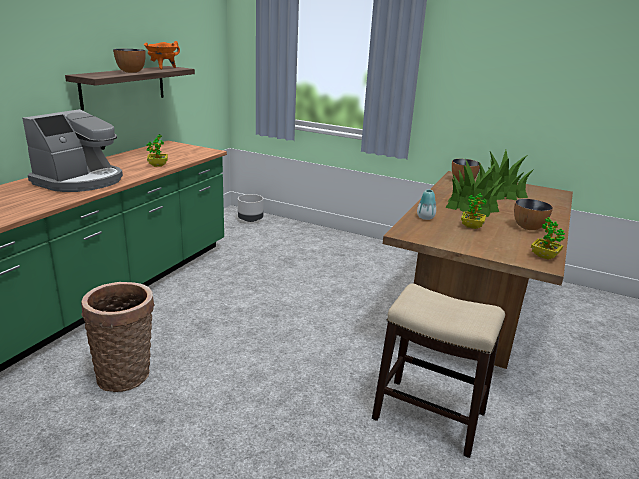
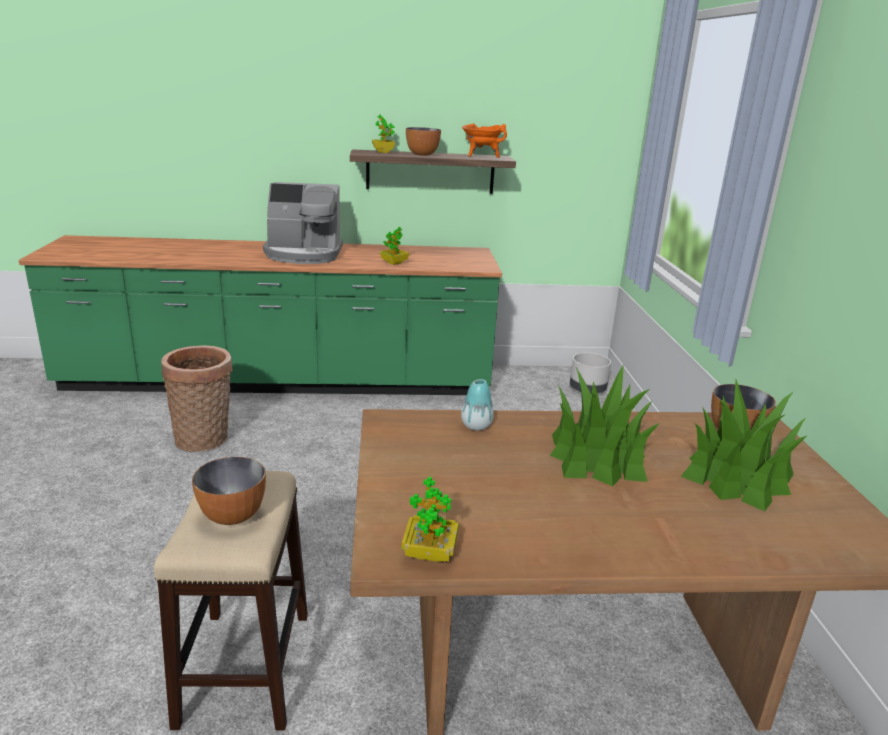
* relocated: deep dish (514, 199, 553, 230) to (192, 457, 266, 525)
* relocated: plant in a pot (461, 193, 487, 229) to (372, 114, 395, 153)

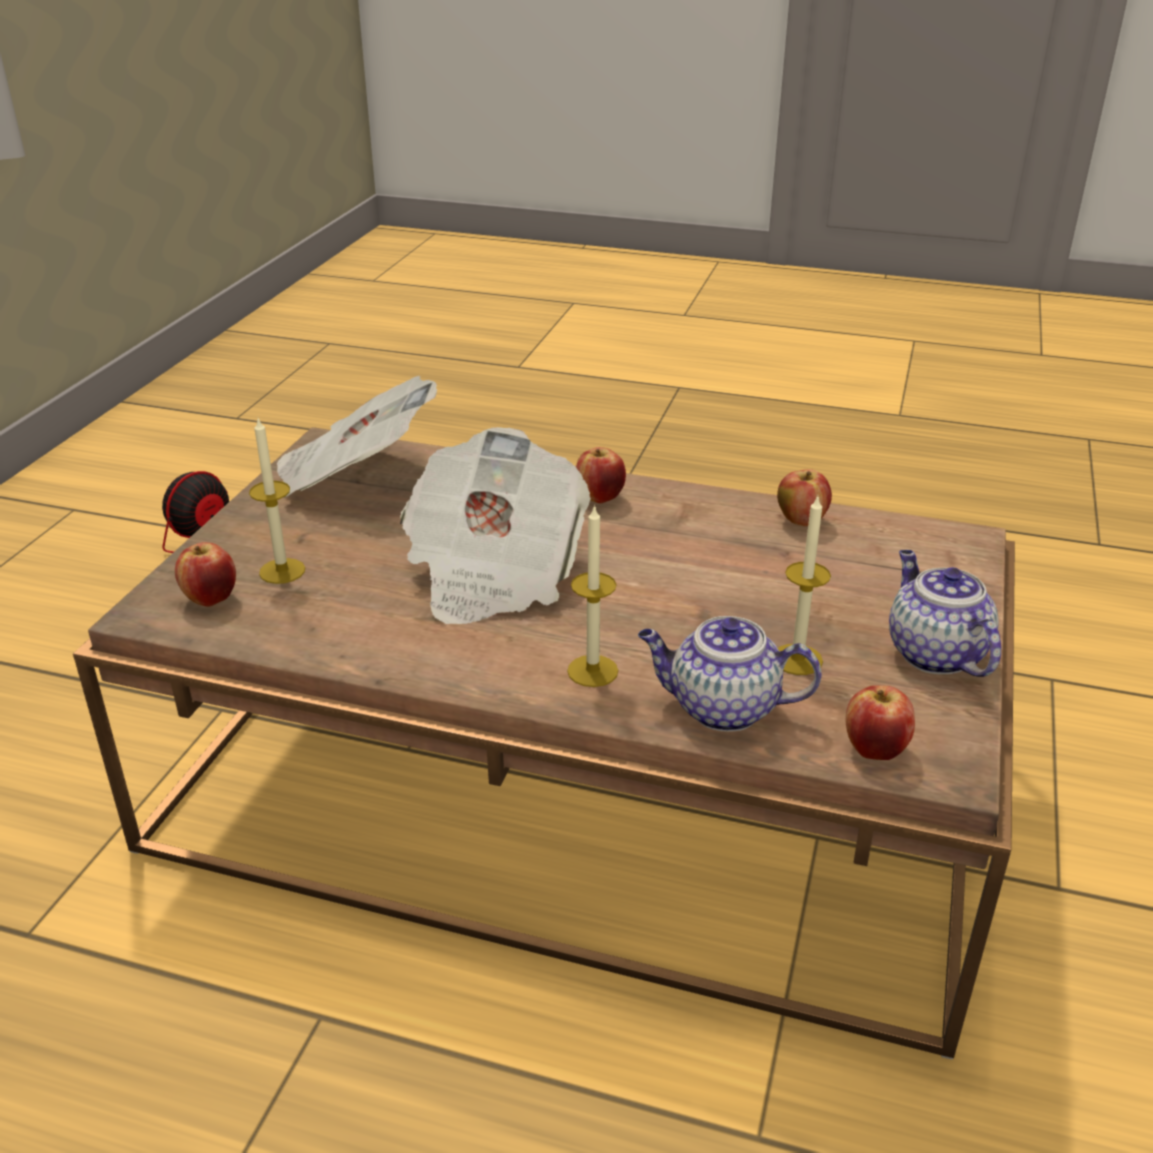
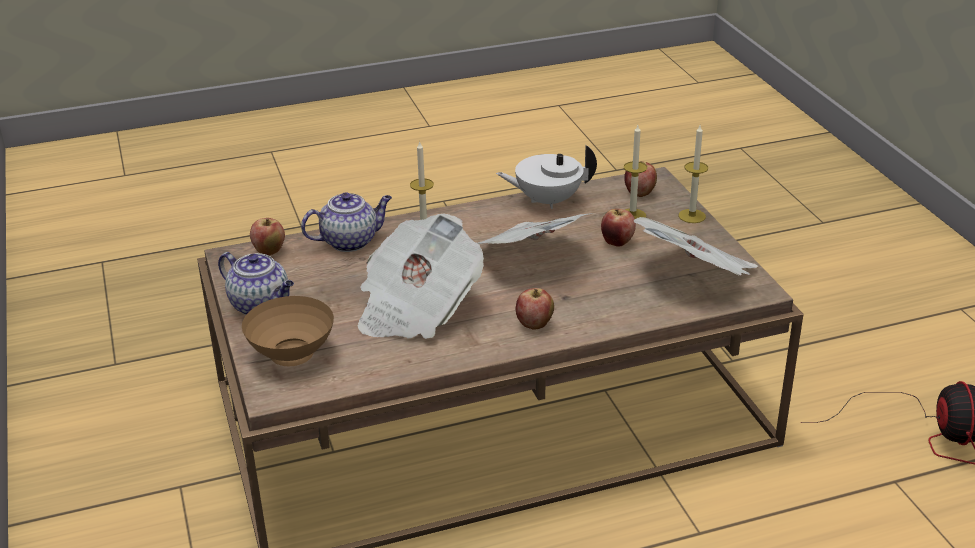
* appeared: brown-coloured deep dish (242, 296, 334, 366)
* appeared: newspaper (358, 213, 484, 339)
* appeared: white-coloured tea pot (496, 145, 597, 209)
* relocated: apple fruit (777, 469, 832, 526) to (601, 209, 636, 247)
* relocated: candle (778, 494, 831, 675) to (679, 125, 708, 223)

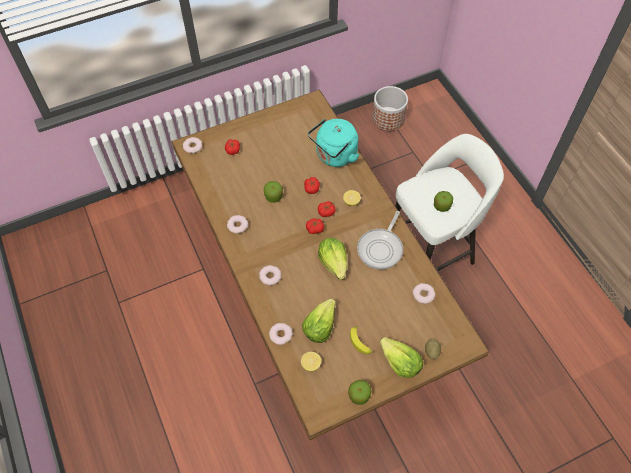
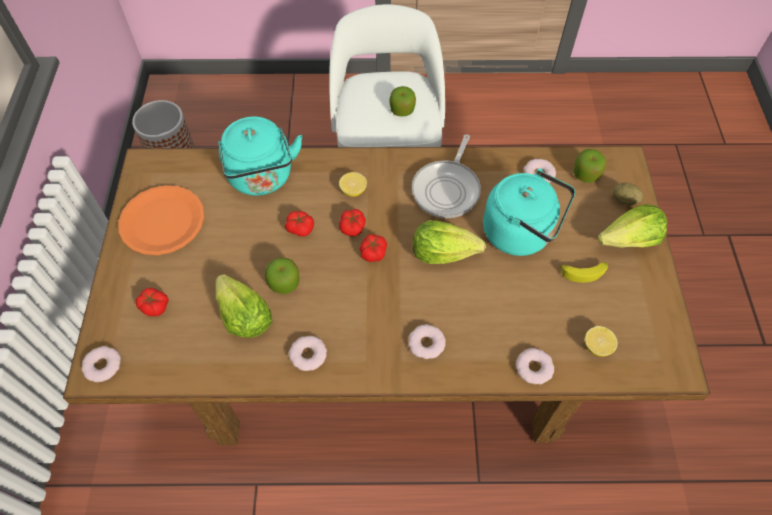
* appeared: orange flat dish (118, 185, 204, 255)
* relocated: lettuce head (302, 298, 336, 343) to (215, 274, 272, 338)
* spun: pan (357, 211, 403, 270) = (412, 134, 481, 218) 60 degrees clockwise
* appeared: blue-green water kettle (483, 168, 575, 256)
* relocated: apple fruit (348, 380, 371, 405) to (574, 149, 606, 183)

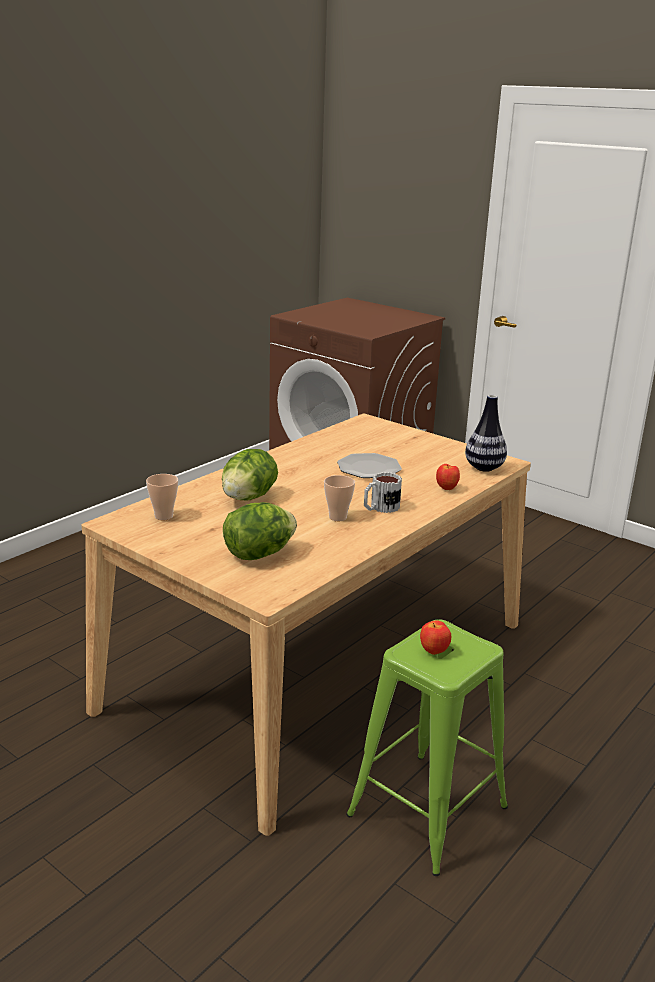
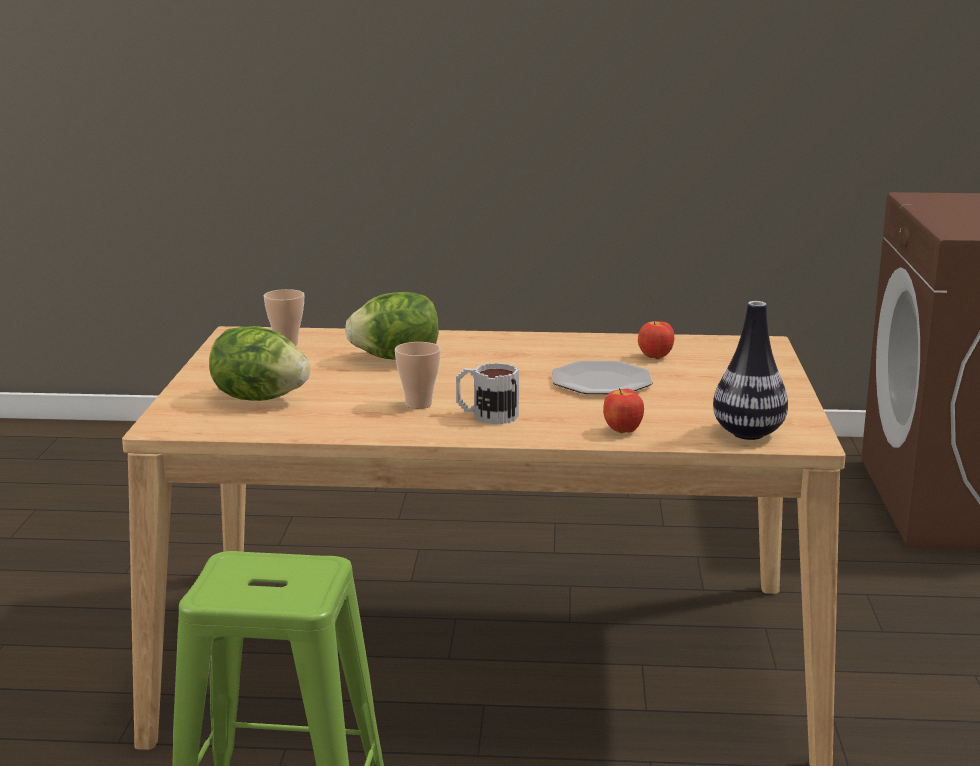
* relocated: apple fruit (420, 620, 451, 655) to (638, 319, 674, 359)

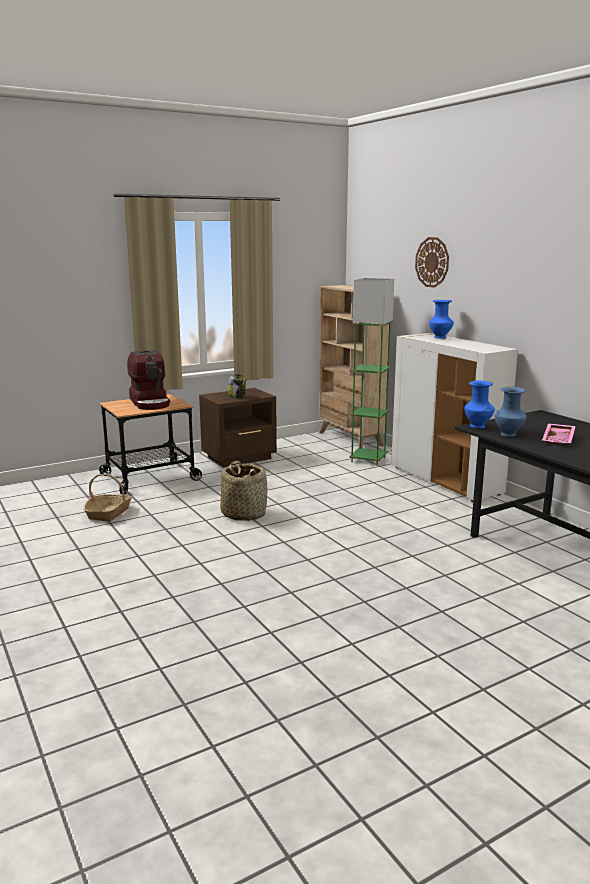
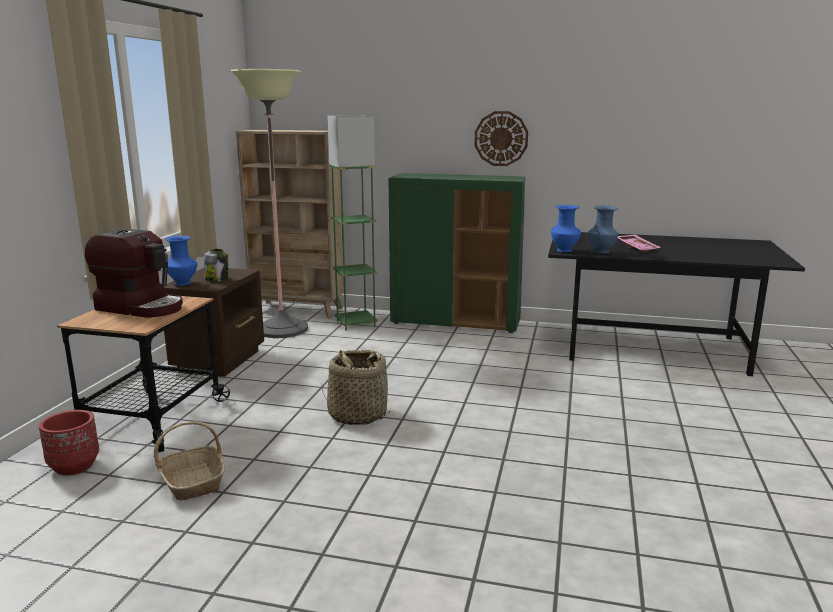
* appeared: red-coloured flower pot (39, 410, 99, 476)
* relocated: blue vase (429, 300, 454, 339) to (165, 235, 197, 286)
* appeared: floor lamp (231, 69, 308, 338)
* colour: white-coloured cupboard (391, 333, 518, 502) to green cupboard (389, 173, 525, 333)
* relocated: wall clock (415, 237, 449, 288) to (475, 111, 528, 166)

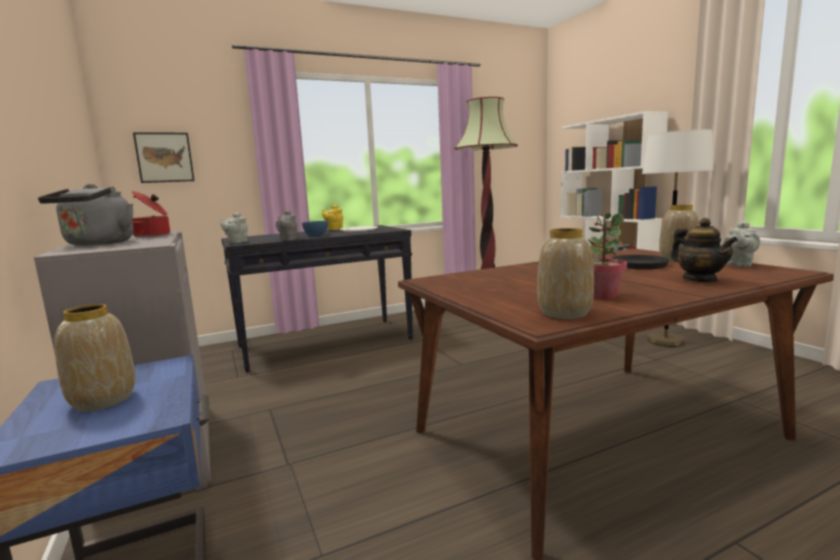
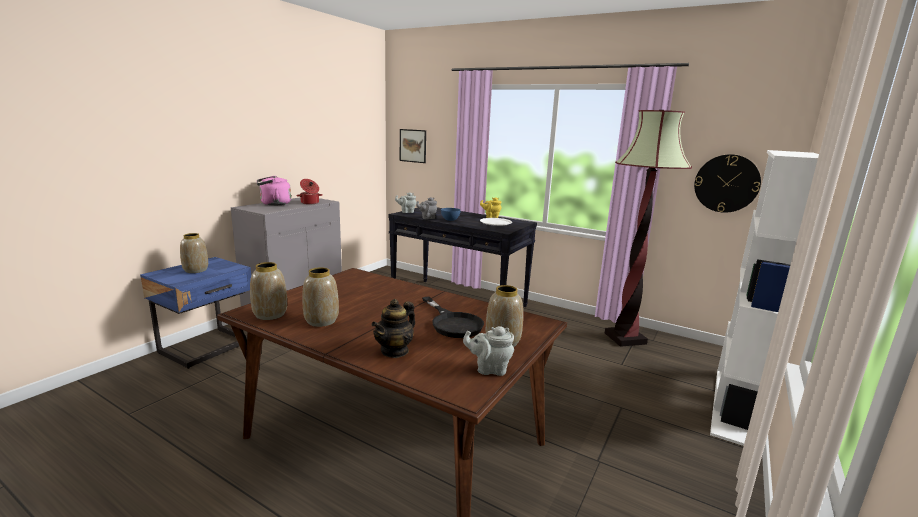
* colour: grey water kettle (38, 184, 133, 246) to pinkish water kettle (257, 176, 291, 205)
* exchanged: plant in a pot (588, 213, 627, 299) to vase (302, 267, 339, 327)
* appeared: wall clock (694, 154, 761, 213)
* missing: white-coloured floor lamp (642, 129, 714, 347)

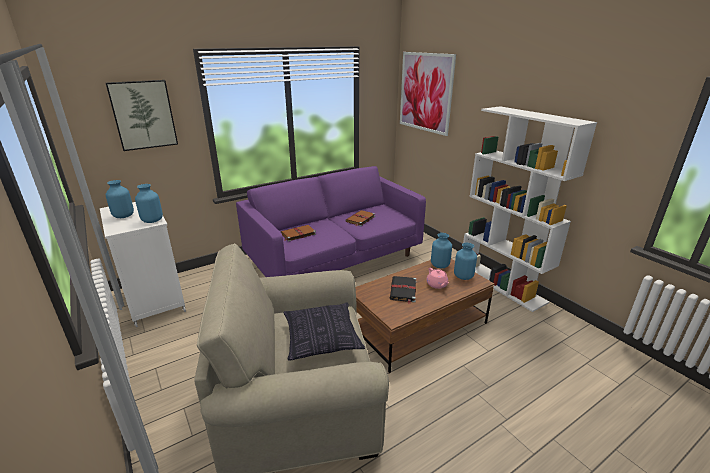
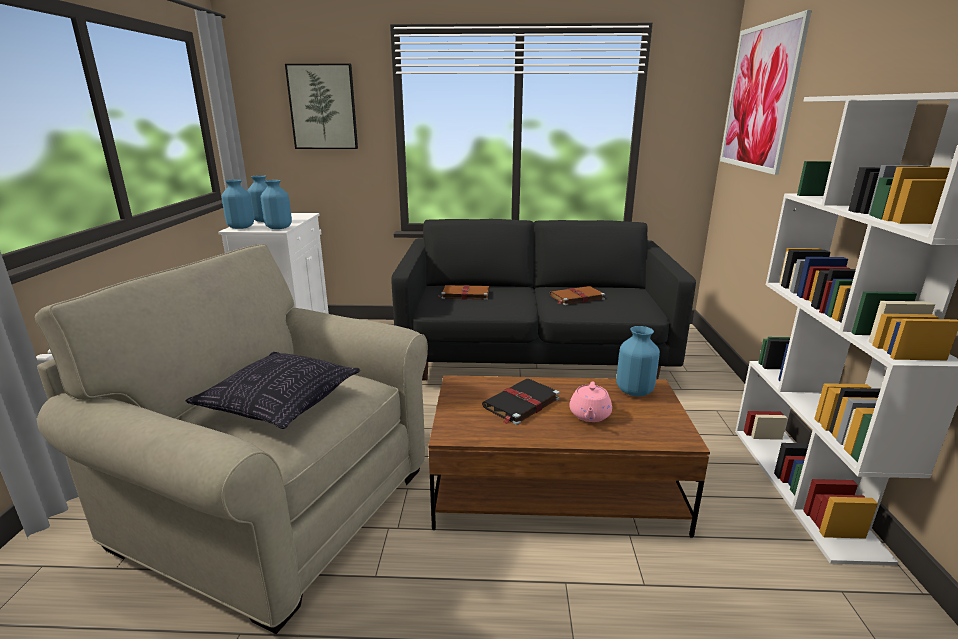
* relocated: blue vase (454, 243, 477, 280) to (221, 180, 254, 229)
* colour: purplish couch (236, 166, 426, 277) to black-coloured couch (391, 219, 696, 380)

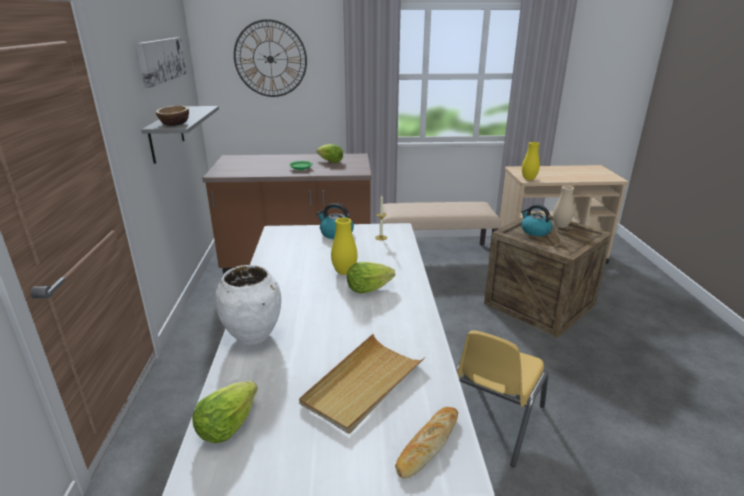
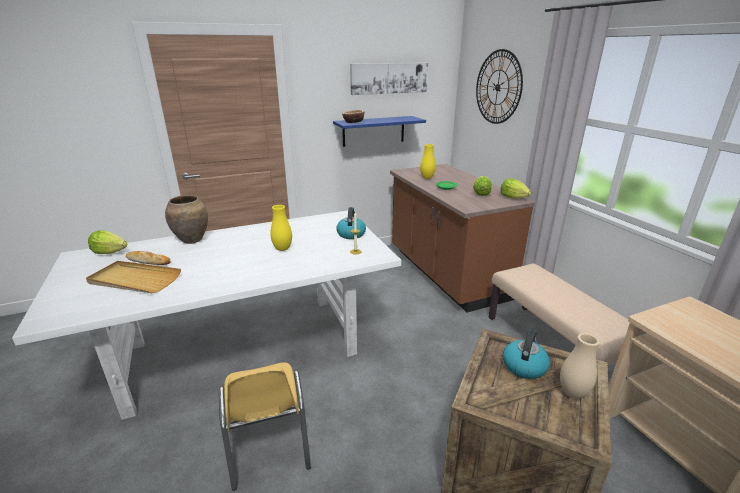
* relocated: baked bread (395, 407, 458, 479) to (126, 251, 171, 265)
* colour: white-coloured vase (215, 265, 281, 345) to brown-coloured vase (165, 195, 208, 244)
* spun: yellow upright chair (456, 330, 548, 467) = (219, 362, 311, 491) 120 degrees counterclockwise
* colour: grey shelf (141, 106, 219, 164) to blue shelf (333, 116, 426, 147)
* relocated: yellow vase (522, 142, 540, 180) to (420, 144, 436, 179)
* relocated: lettuce head (347, 262, 395, 294) to (500, 178, 531, 199)

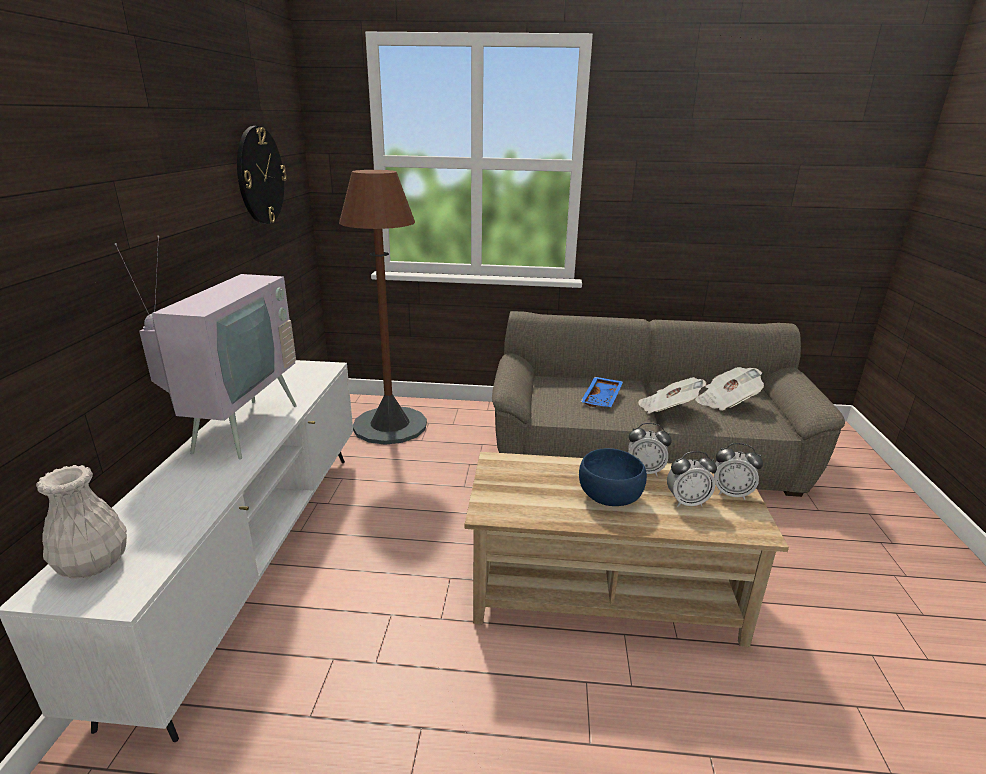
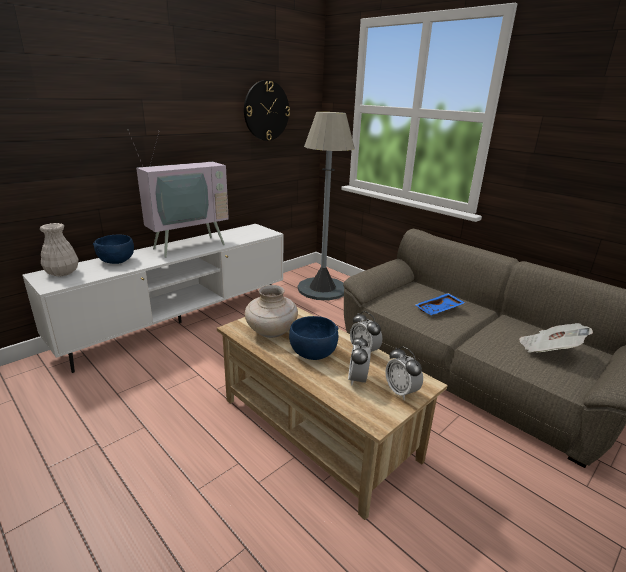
* appeared: blue deep dish (93, 234, 134, 264)
* appeared: beige-coloured vase (245, 285, 298, 338)
* colour: brown-coloured floor lamp (339, 170, 427, 445) to grey floor lamp (298, 112, 355, 300)
* spun: bedside clock (667, 451, 717, 507) = (348, 335, 371, 386) 60 degrees clockwise
* missing: newspaper (638, 377, 706, 414)

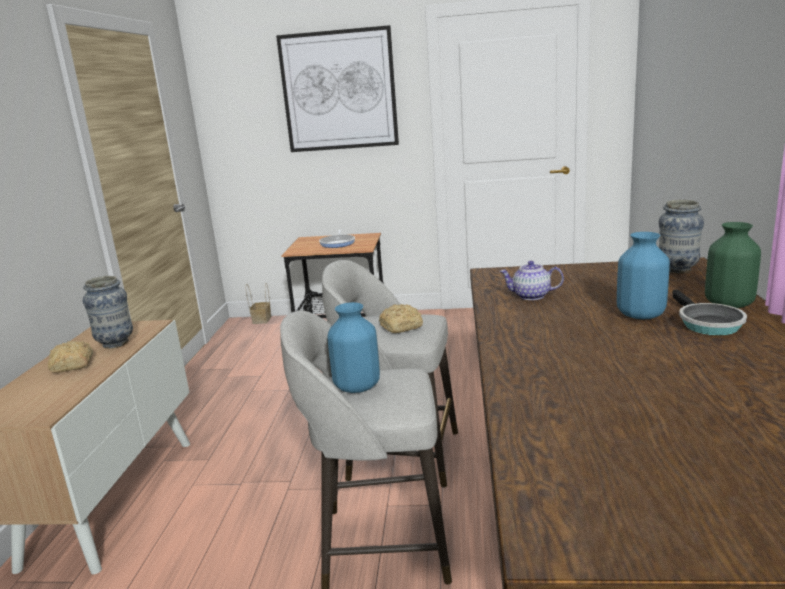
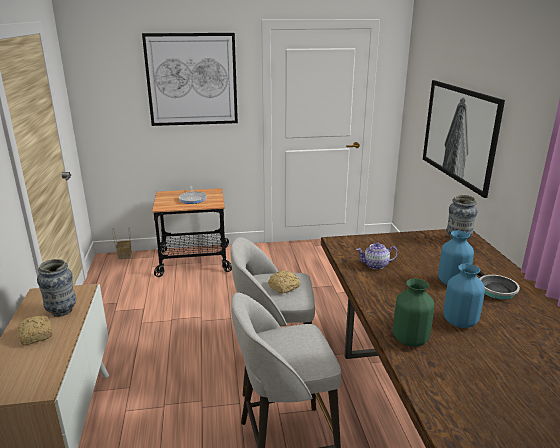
* relocated: green vase (705, 222, 761, 308) to (393, 279, 434, 347)
* appeared: wall art (423, 80, 505, 198)
* relocated: blue vase (327, 302, 380, 393) to (443, 264, 485, 328)

